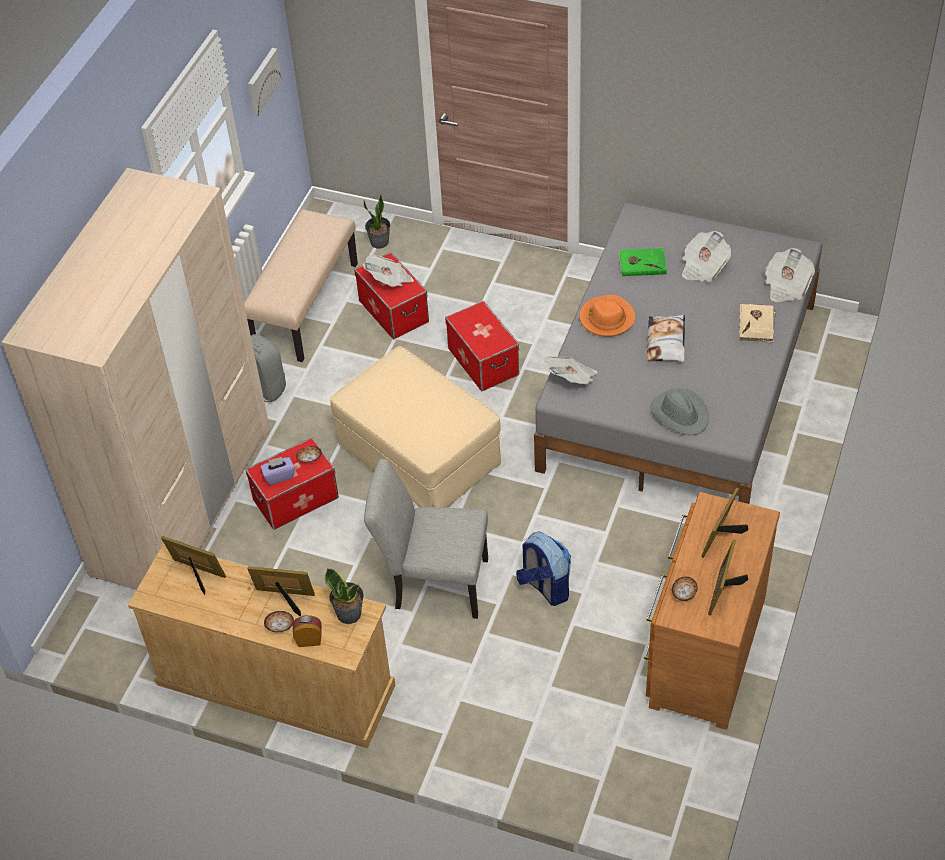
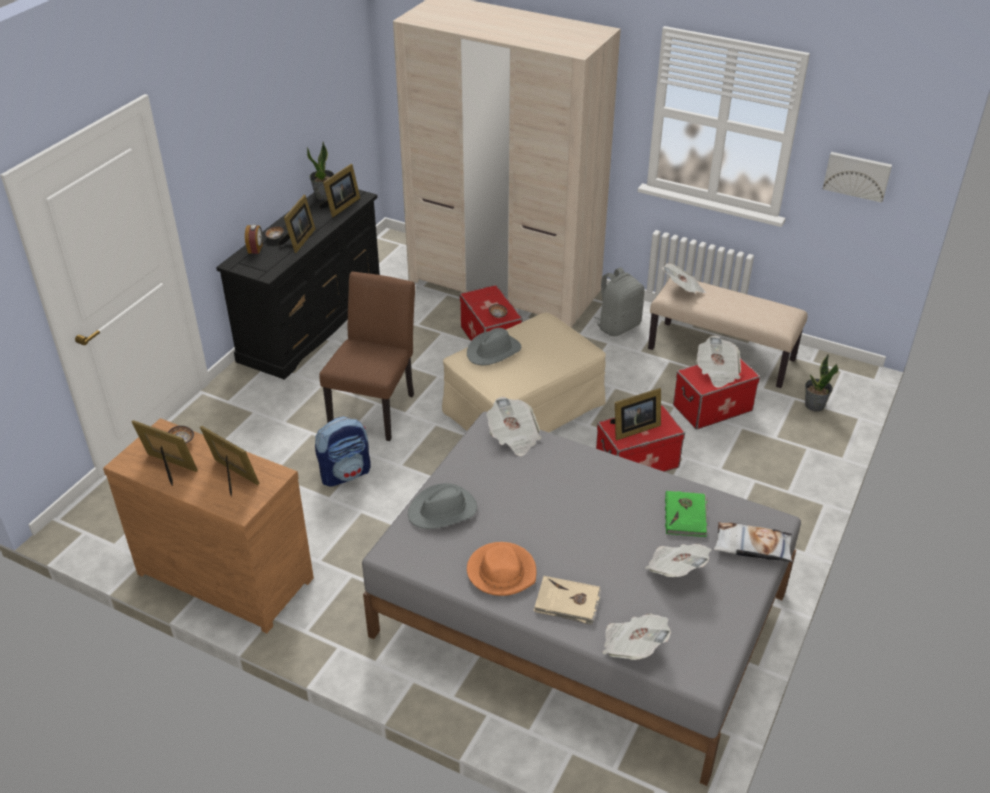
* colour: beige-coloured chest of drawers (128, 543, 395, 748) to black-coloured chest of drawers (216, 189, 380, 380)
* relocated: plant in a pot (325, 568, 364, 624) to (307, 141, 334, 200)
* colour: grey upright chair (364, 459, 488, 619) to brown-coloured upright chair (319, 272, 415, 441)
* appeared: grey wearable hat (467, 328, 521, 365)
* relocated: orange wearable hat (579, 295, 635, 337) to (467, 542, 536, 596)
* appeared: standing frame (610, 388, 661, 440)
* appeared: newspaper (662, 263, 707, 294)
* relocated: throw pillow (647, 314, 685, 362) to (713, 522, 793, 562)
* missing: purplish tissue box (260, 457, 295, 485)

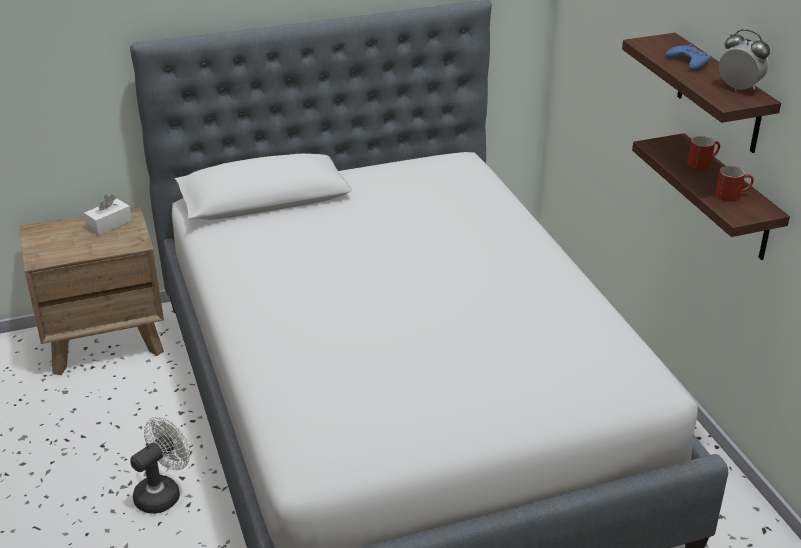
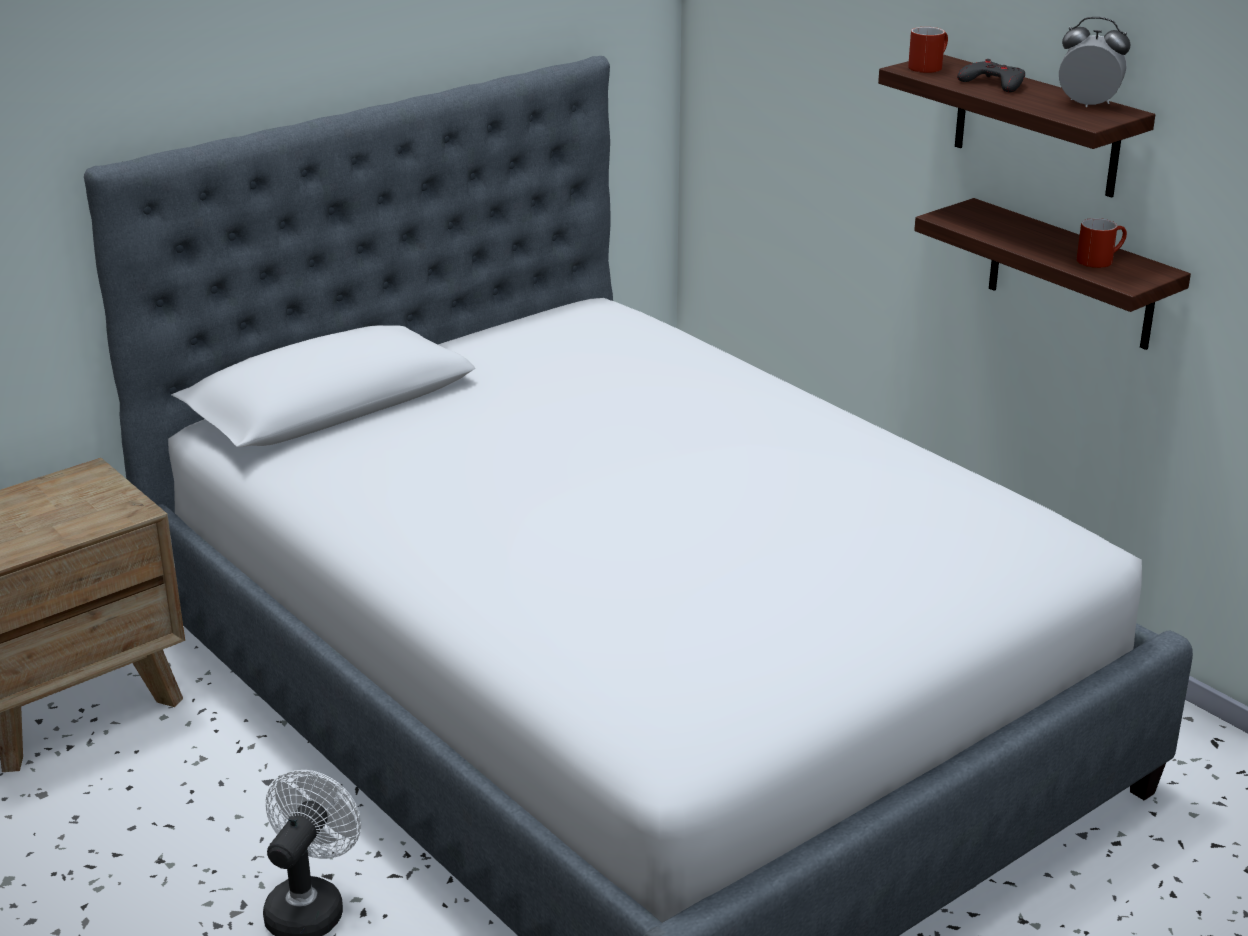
* relocated: red-coloured tea mug (688, 136, 720, 170) to (908, 27, 948, 73)
* colour: blue game controller (666, 44, 711, 71) to grey game controller (957, 59, 1025, 92)
* missing: white-coloured tissue box (84, 194, 132, 235)

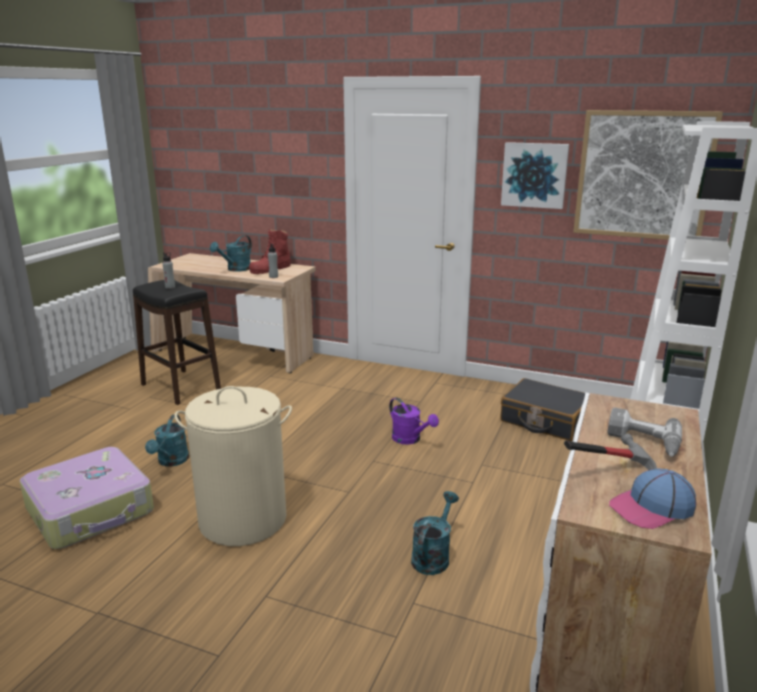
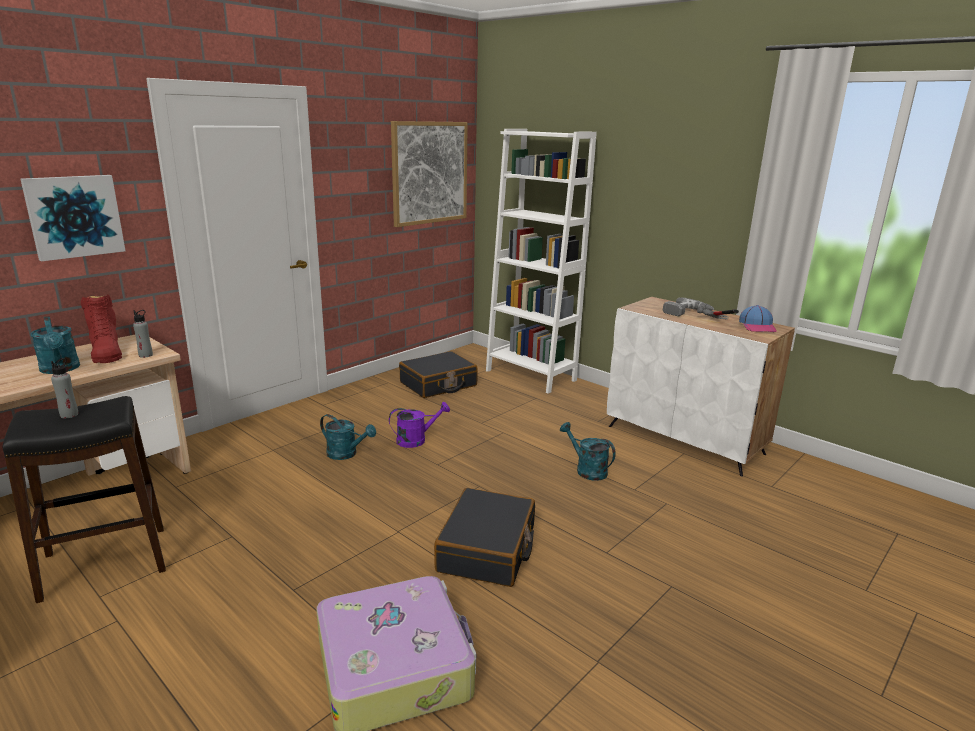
* relocated: wall art (501, 142, 569, 209) to (20, 175, 126, 261)
* relocated: blue-green watering pot (145, 414, 189, 467) to (320, 414, 376, 460)
* exchanged: beige-coloured laundry basket (174, 386, 292, 546) to black-coloured travel case (434, 488, 535, 587)

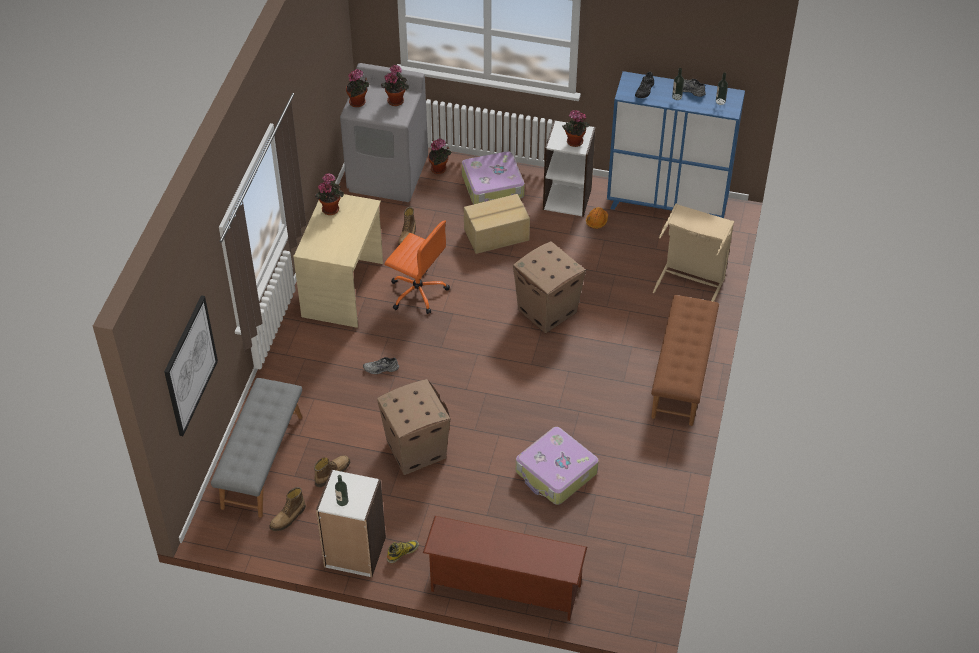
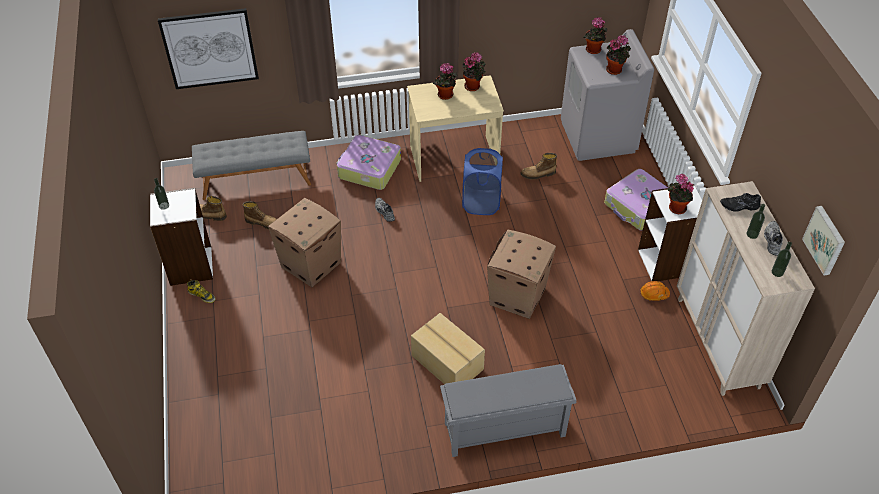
* relocated: travel case (516, 427, 599, 505) to (337, 135, 401, 190)
* relocated: packing box (464, 194, 530, 254) to (411, 313, 485, 384)
* relocated: plant in a pot (428, 138, 451, 174) to (433, 63, 457, 100)
* exchanged: brown-coloured bench (651, 295, 719, 426) to grey shoe stand (440, 364, 576, 457)
* exchanged: orange office chair (384, 221, 450, 314) to blue laundry basket (462, 148, 503, 215)
* colour: blue cupboard (607, 71, 745, 218) to beige-coloured cupboard (677, 181, 815, 396)
* appeared: wall art (802, 206, 845, 276)
* missing: brown-coloured shoe stand (423, 516, 587, 621)
* missing: beige-coloured laundry basket (653, 204, 734, 302)

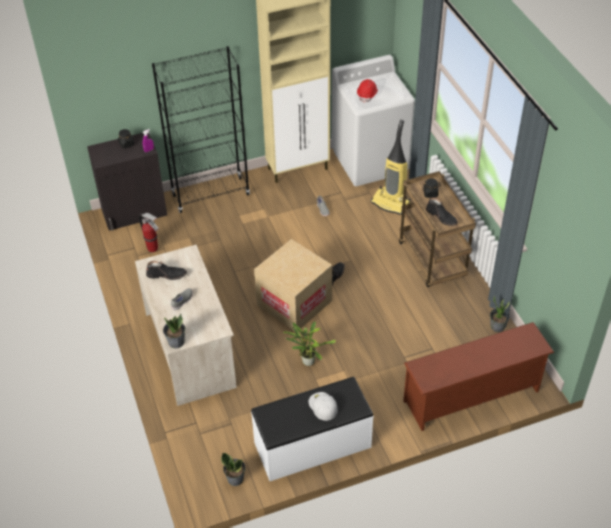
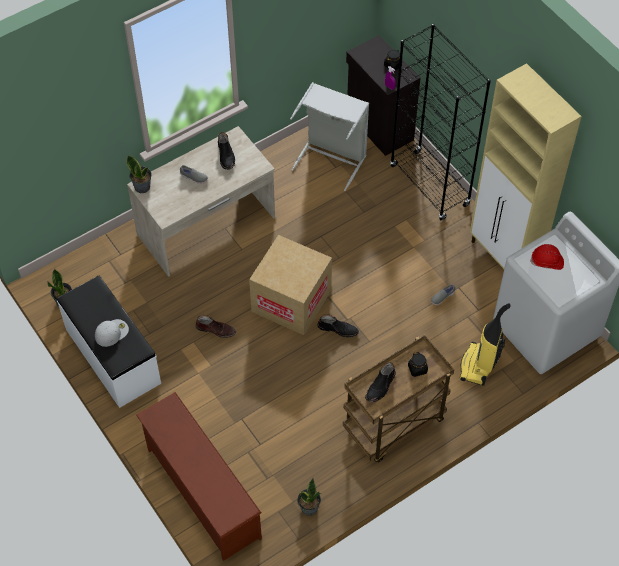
* exchanged: plant in a pot (283, 321, 336, 366) to brown-coloured high-top boot (195, 315, 236, 338)
* exchanged: fire-fighting cylinder (139, 213, 159, 252) to grey laundry basket (290, 82, 369, 191)

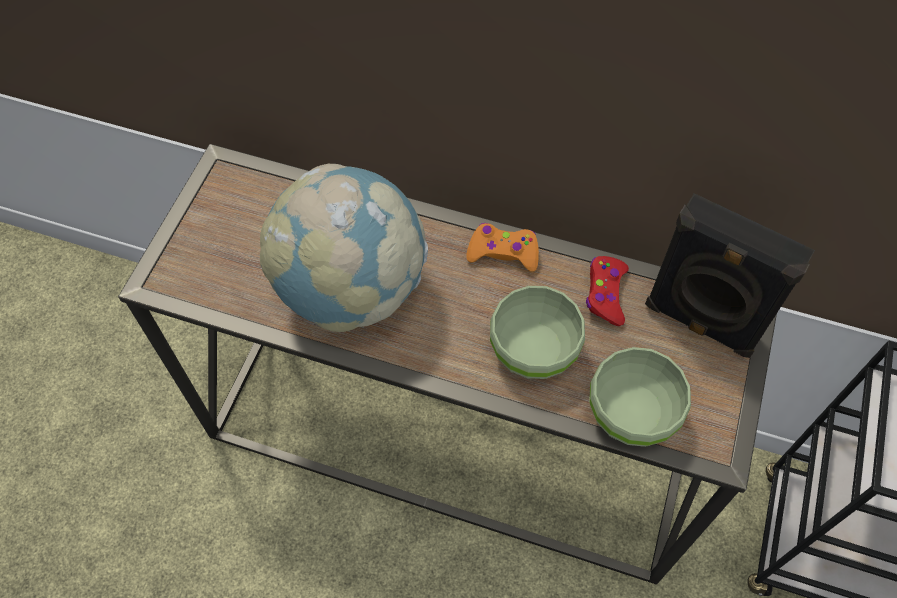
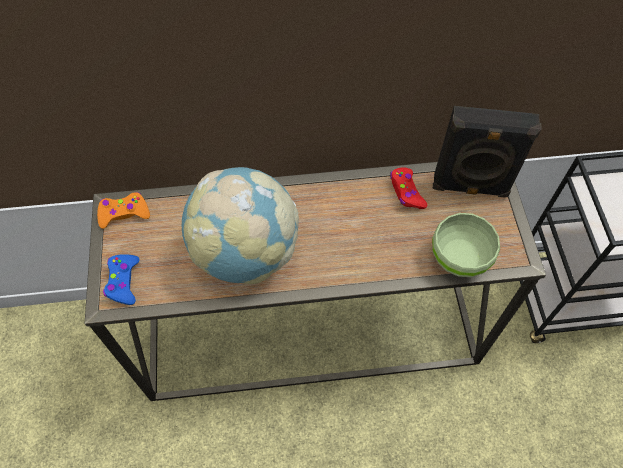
* relocated: orange game controller (466, 223, 539, 272) to (97, 192, 150, 229)
* appeared: blue game controller (103, 254, 140, 305)
* missing: green deep dish (490, 286, 585, 379)

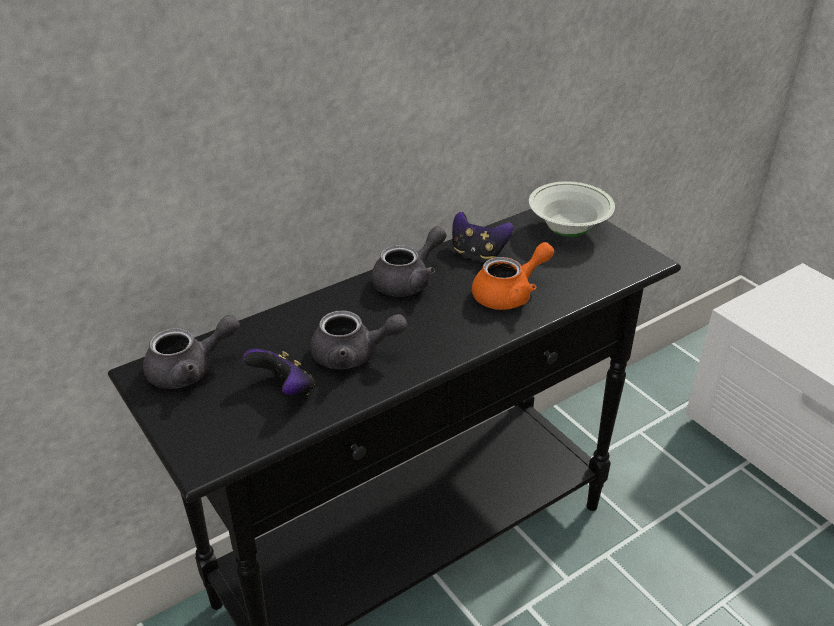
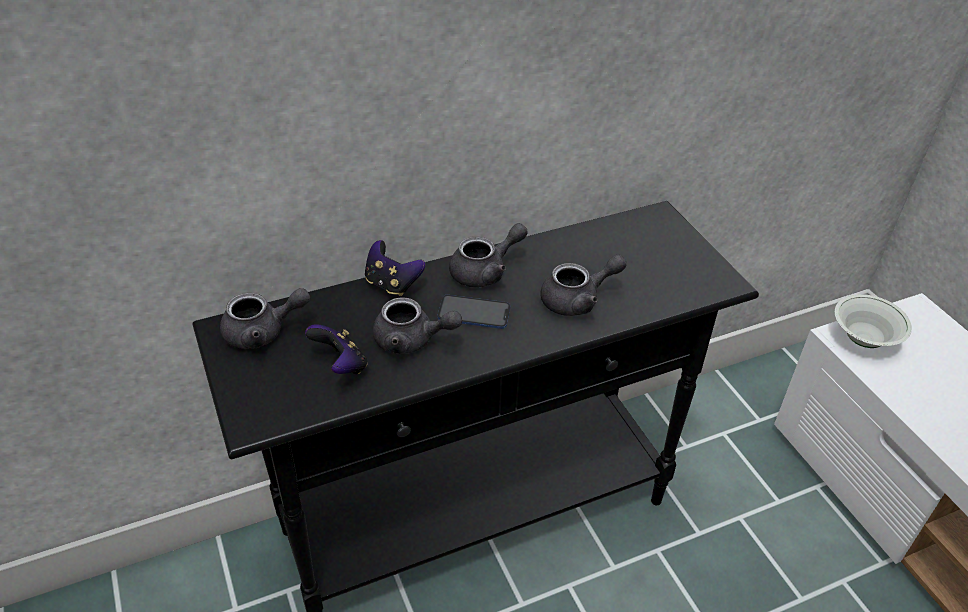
* relocated: game controller (452, 212, 513, 259) to (365, 240, 425, 296)
* appeared: telephone (438, 295, 510, 329)
* colour: orange tea pot (472, 242, 554, 310) to grey tea pot (540, 255, 627, 316)
* relocated: white-coloured deep dish (529, 181, 615, 237) to (835, 294, 912, 348)

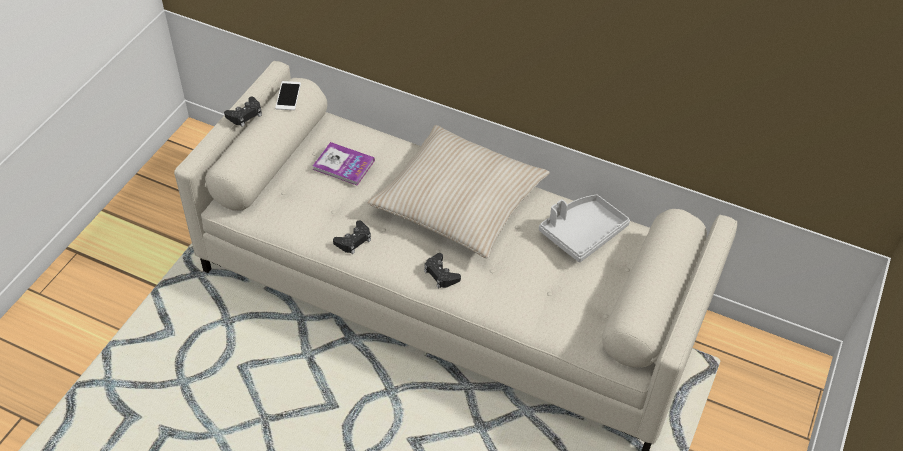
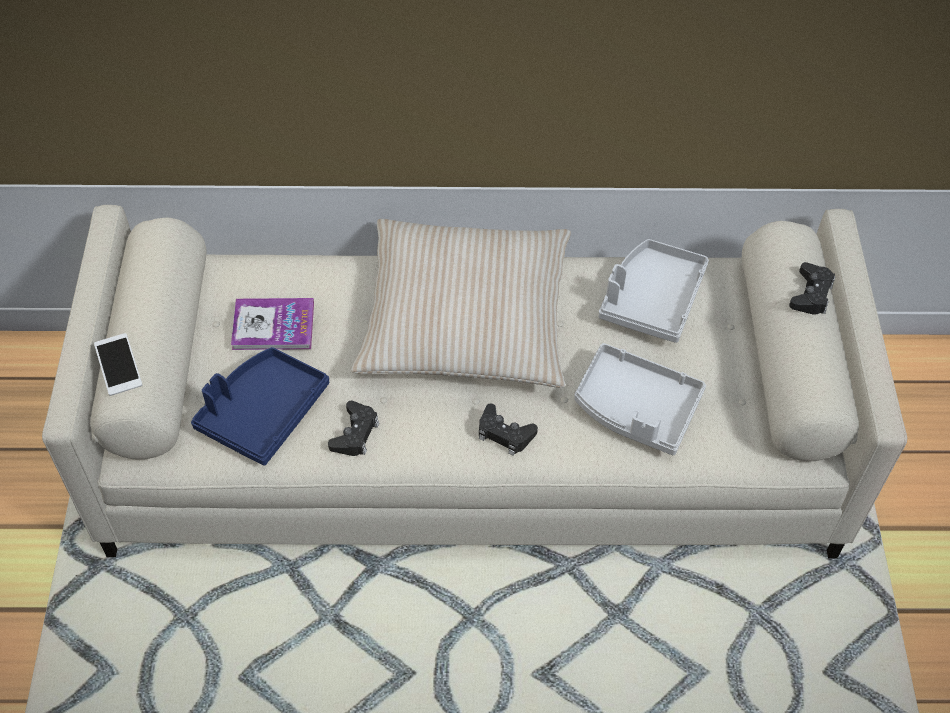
* relocated: telephone (275, 81, 301, 110) to (94, 333, 142, 396)
* appeared: blue carrying tray (191, 347, 329, 465)
* appeared: grey carrying tray (574, 343, 706, 455)
* relocated: black-coloured game controller (224, 97, 262, 127) to (789, 262, 835, 315)

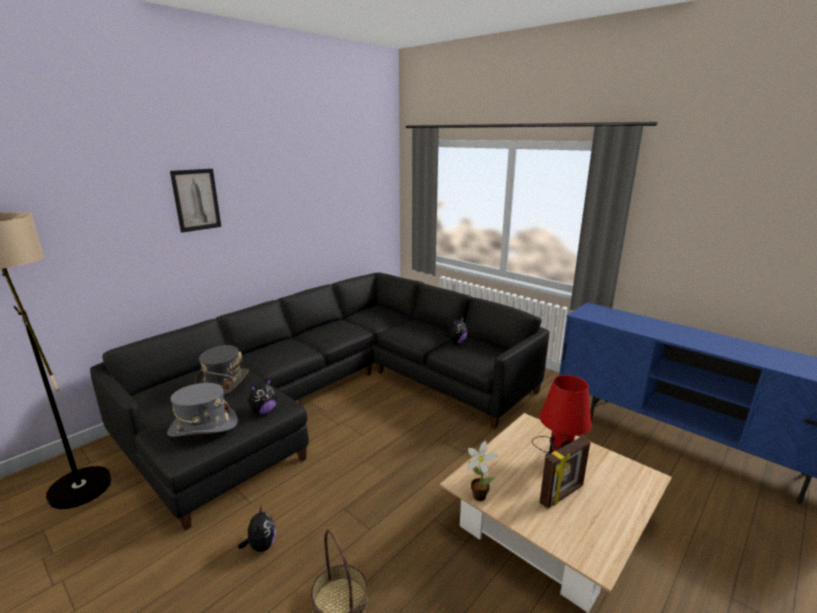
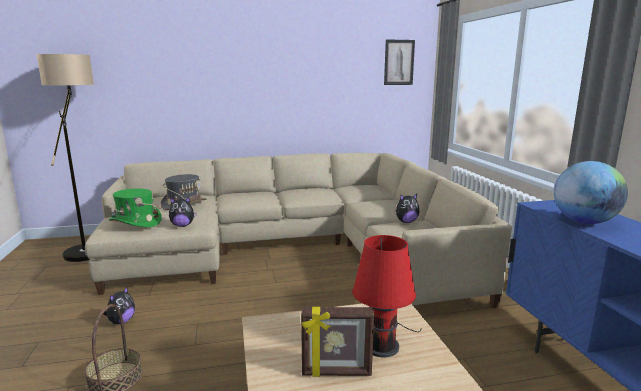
* colour: black-coloured couch (90, 272, 550, 531) to beige-coloured couch (85, 153, 512, 308)
* colour: grey wearable hat (167, 383, 238, 437) to green wearable hat (109, 189, 162, 227)
* relocated: wall art (170, 169, 221, 233) to (384, 39, 415, 85)
* appeared: globe (554, 161, 628, 224)
* missing: plant in a pot (467, 441, 498, 501)

